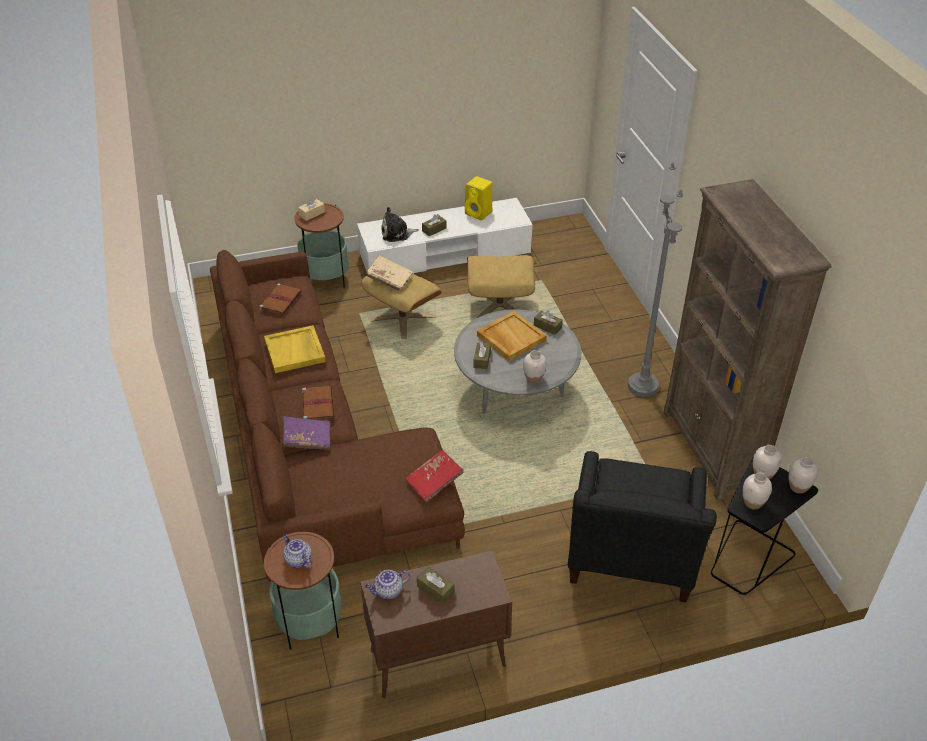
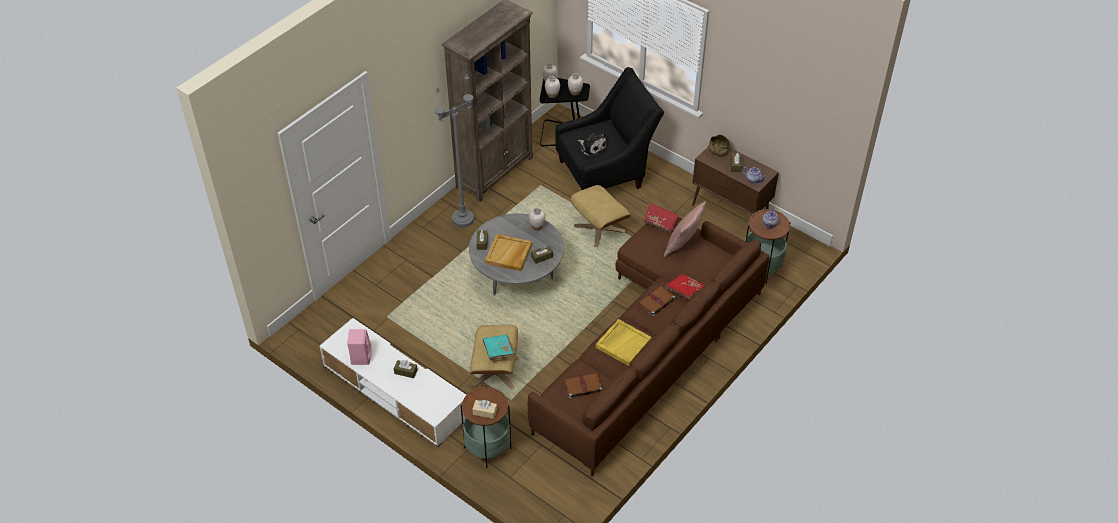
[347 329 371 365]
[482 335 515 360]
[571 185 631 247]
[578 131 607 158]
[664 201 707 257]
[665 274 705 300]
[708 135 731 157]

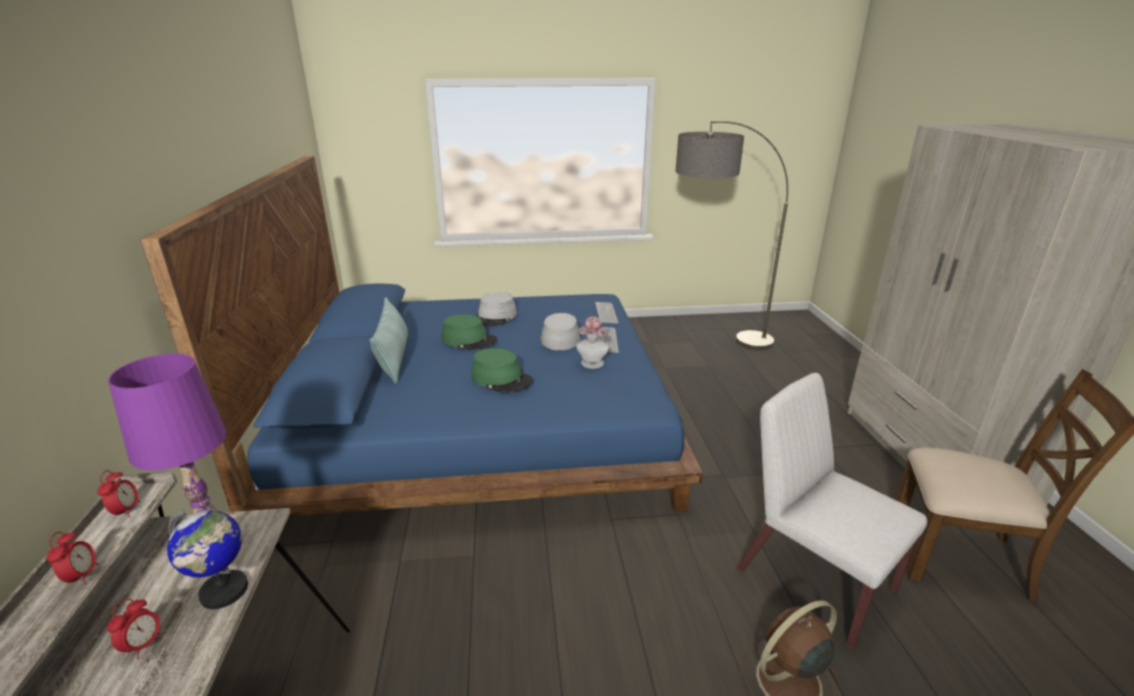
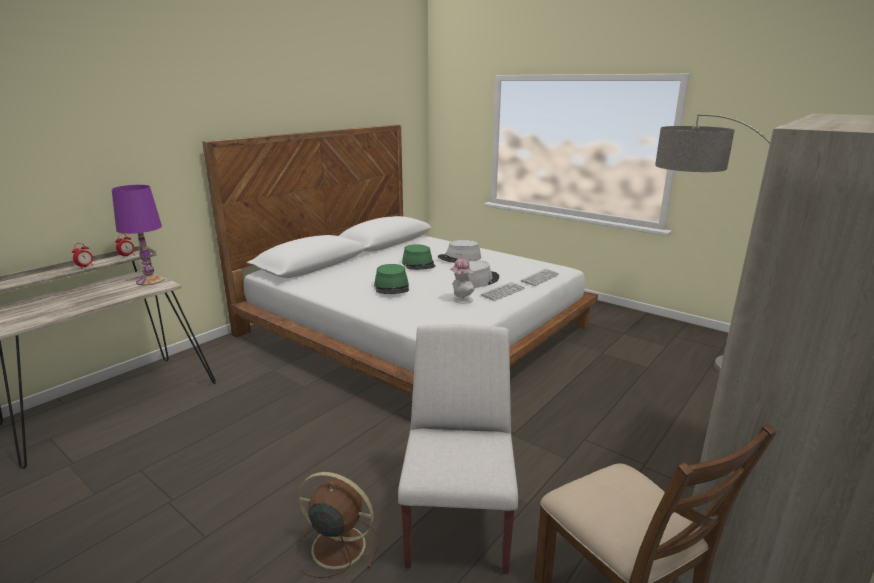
[202 125 598 396]
[107 599 163 659] (first image)
[167 509 248 609] (first image)
[370 297 408 384] (first image)

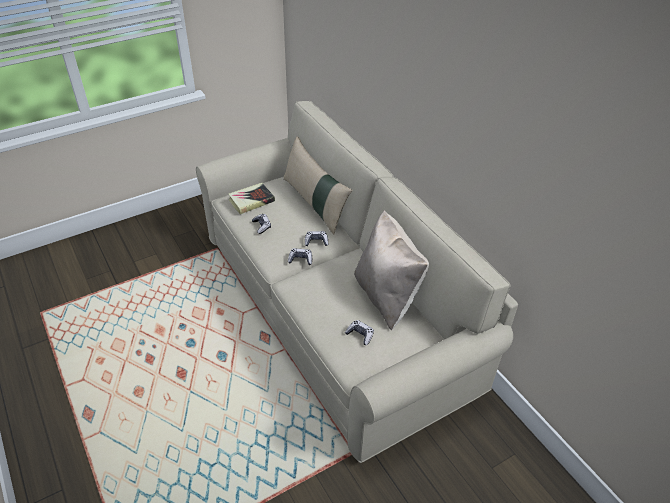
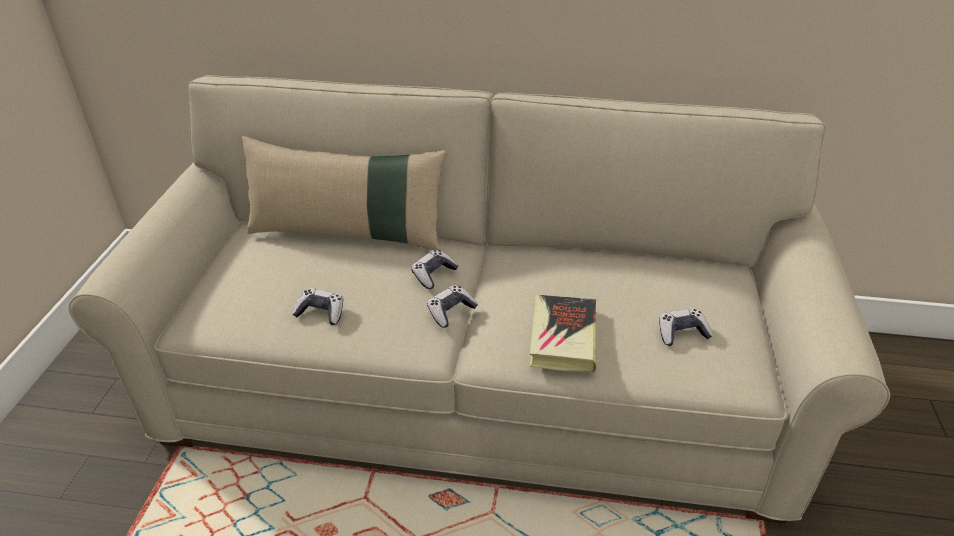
[530 295 596 373]
[354 210 429 330] (first image)

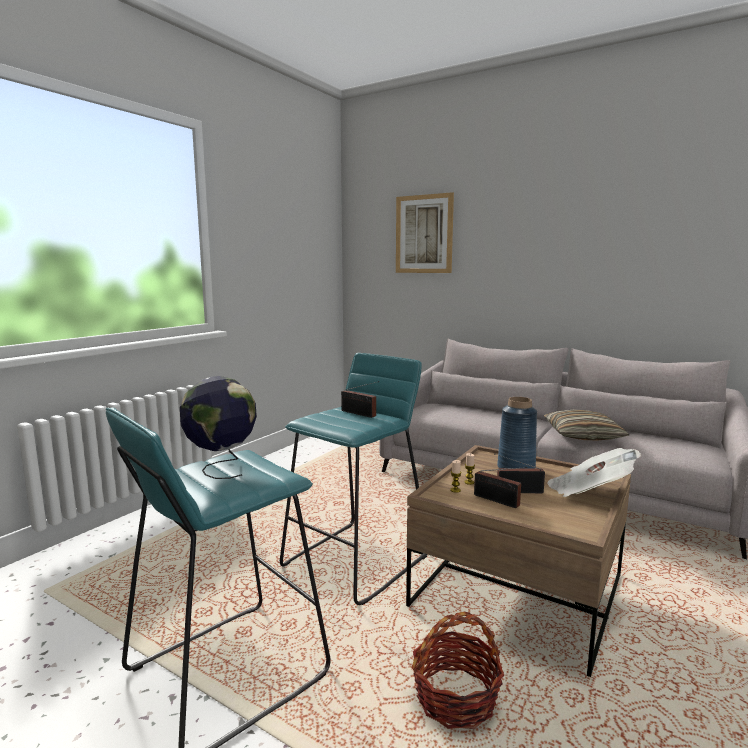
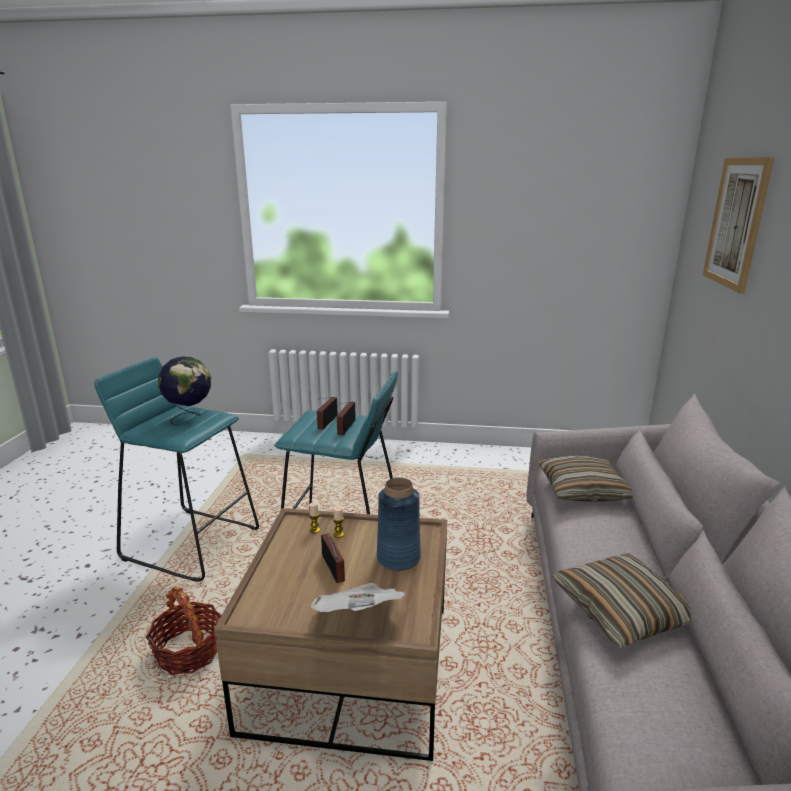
[317 397 338 430]
[537 456 633 502]

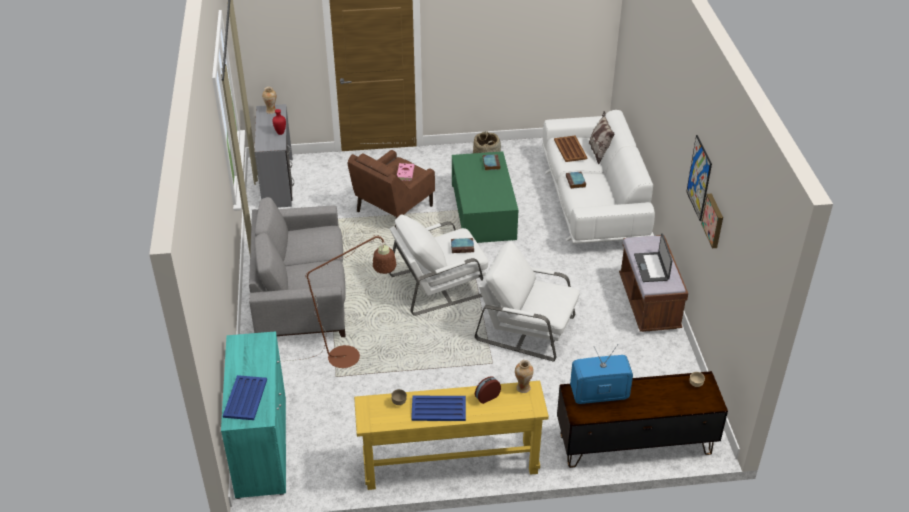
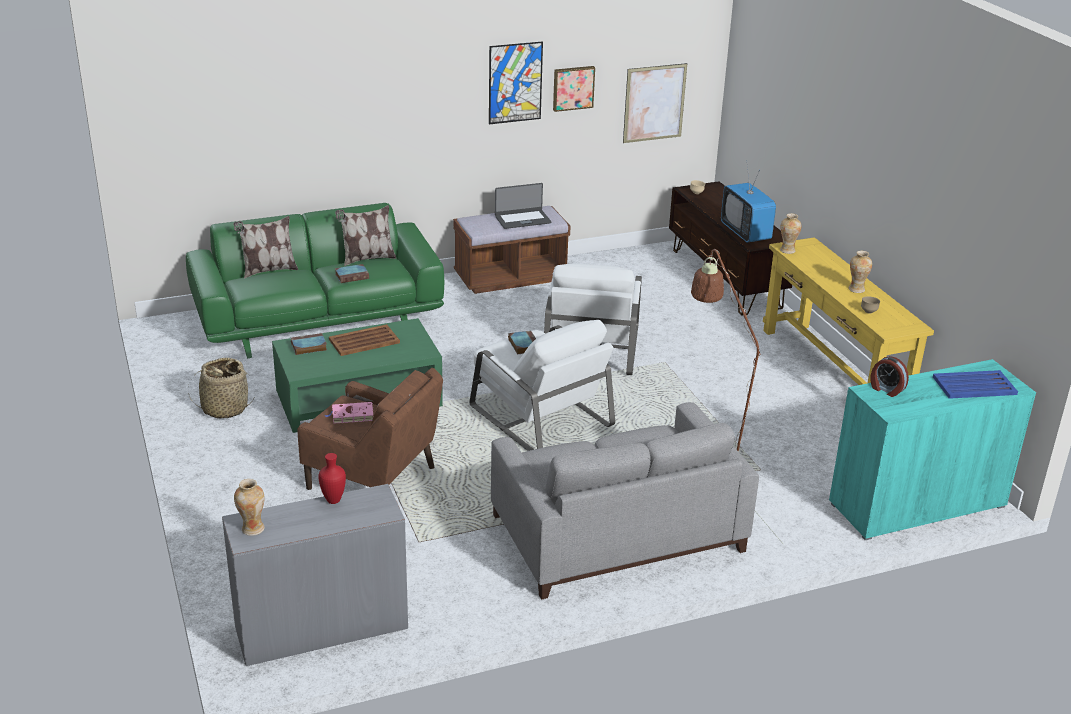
[186 203 444 358]
[329 324 400 356]
[335 205 396 266]
[623 63 687 143]
[849 251 872 293]
[871 356 909 397]

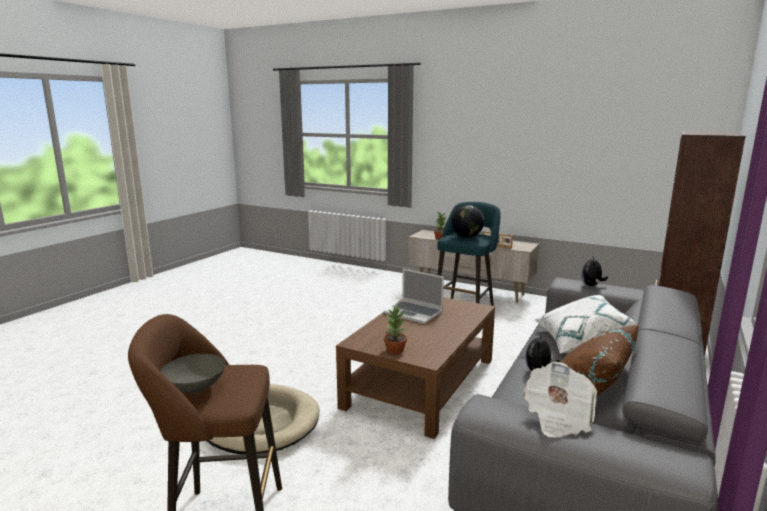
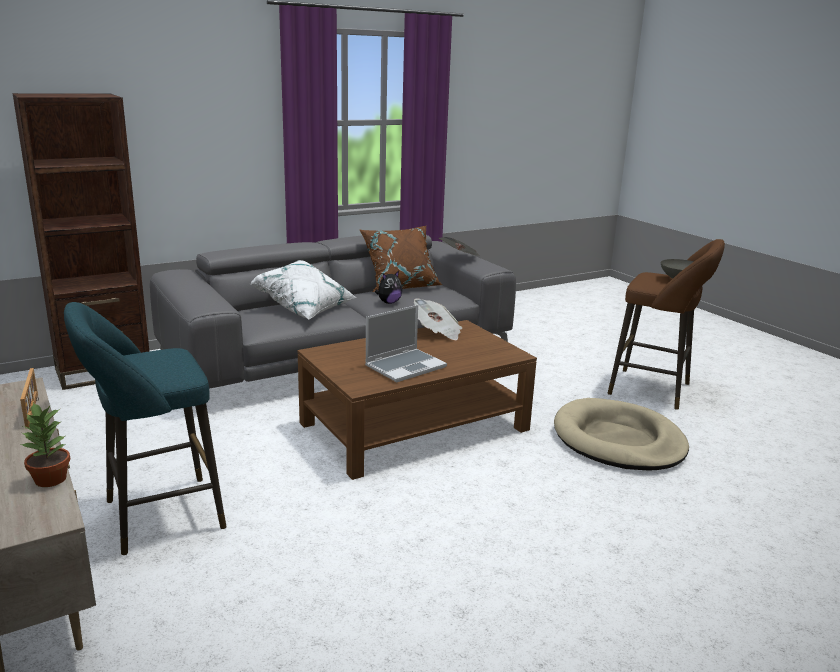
[365 305 447 382]
[414 298 462 340]
[384 306 407 354] (first image)
[451 205 484 238] (first image)
[582 257 608 286] (first image)

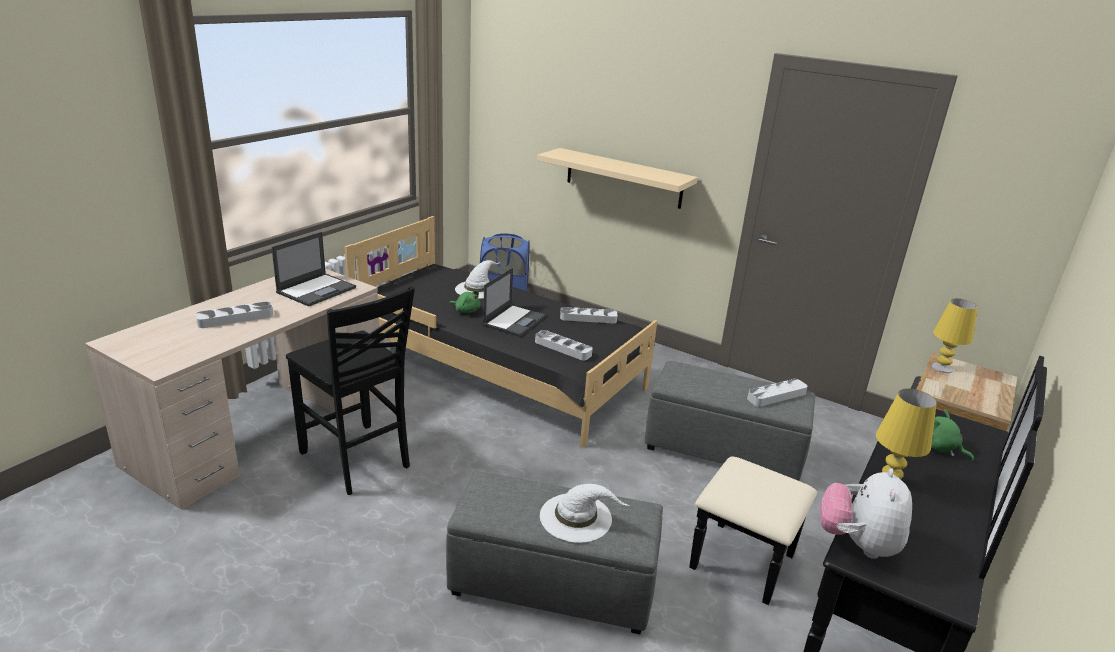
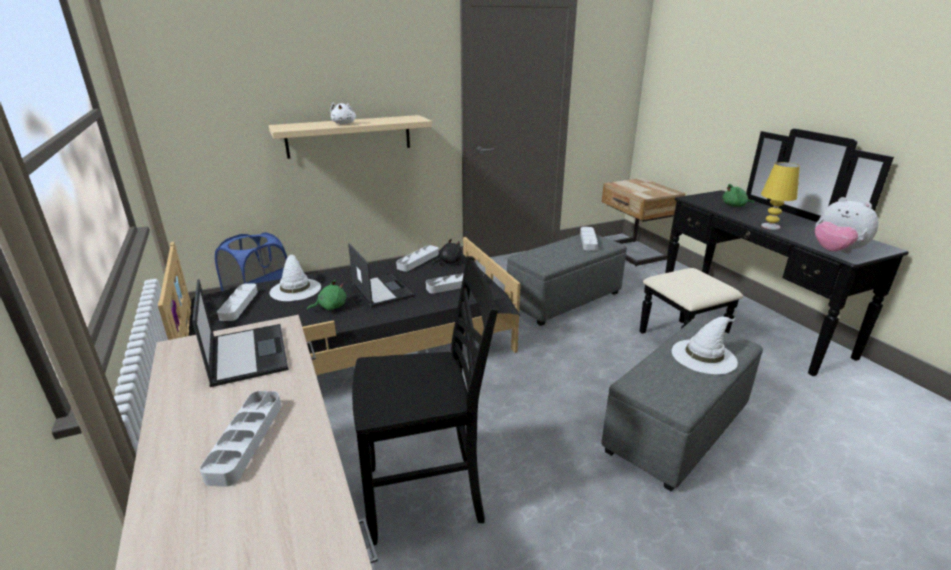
[217 284 258 321]
[330 103 356 124]
[432 239 462 265]
[931 299 978 373] (first image)

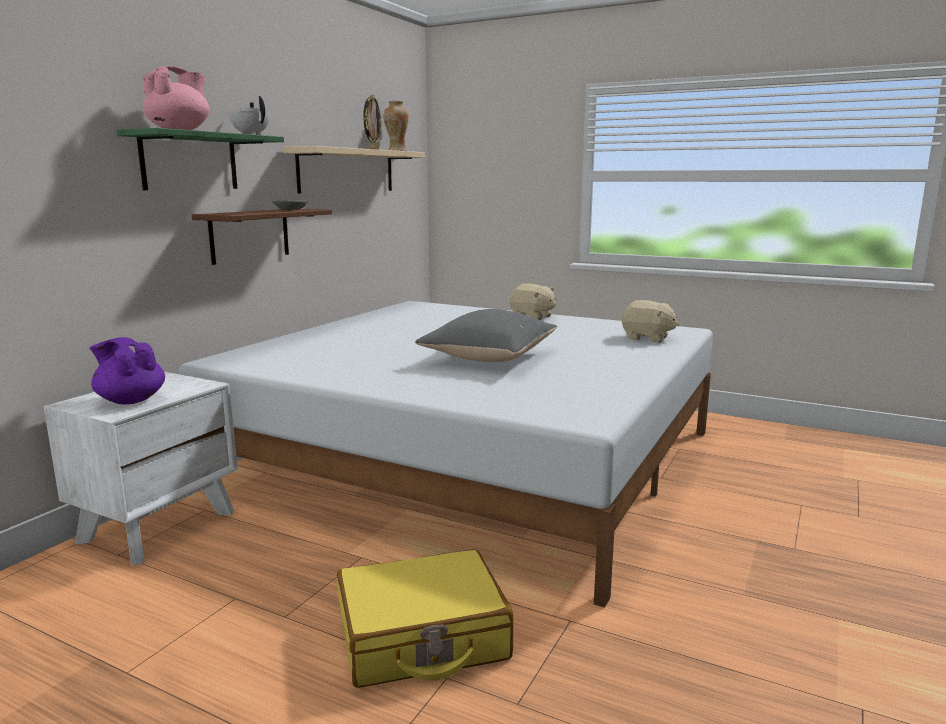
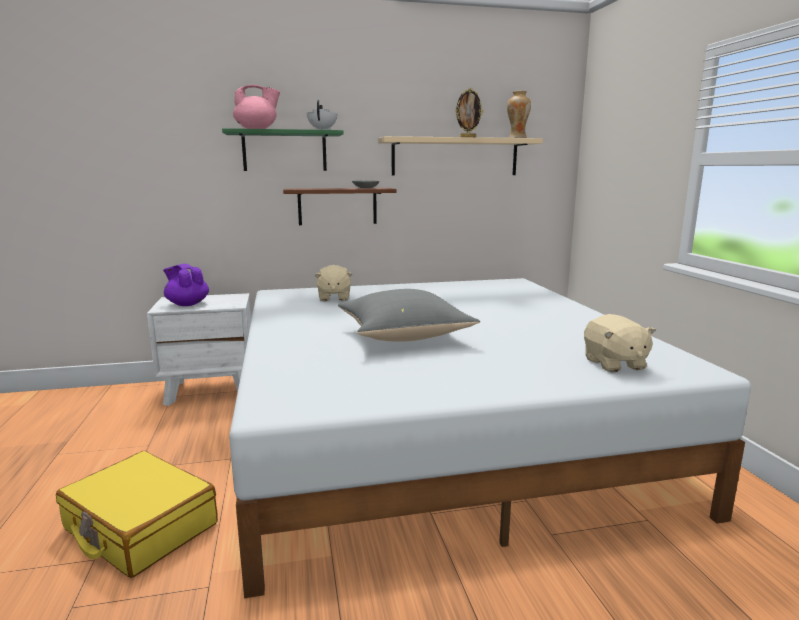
[163 264 209 306]
[314 265 352 301]

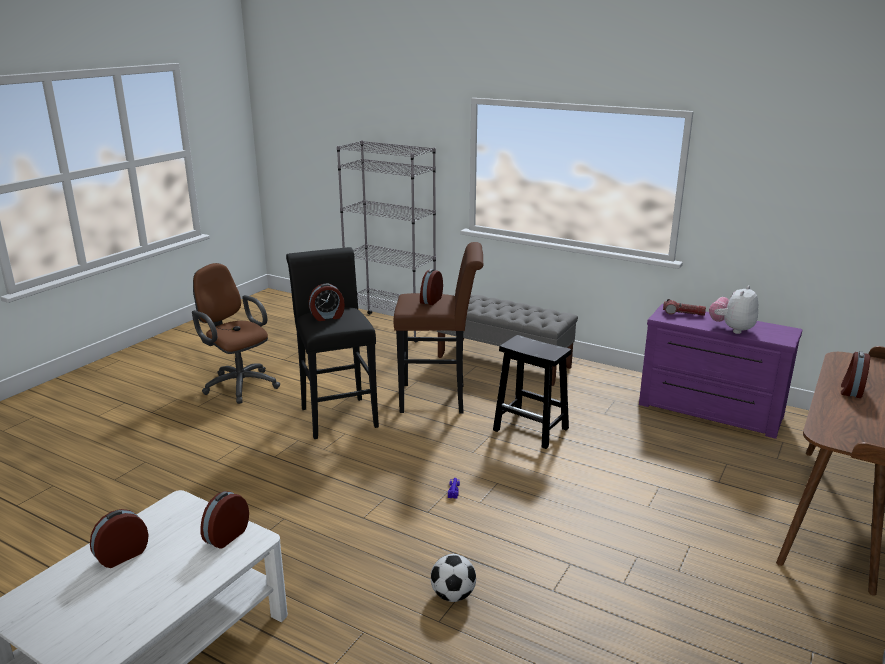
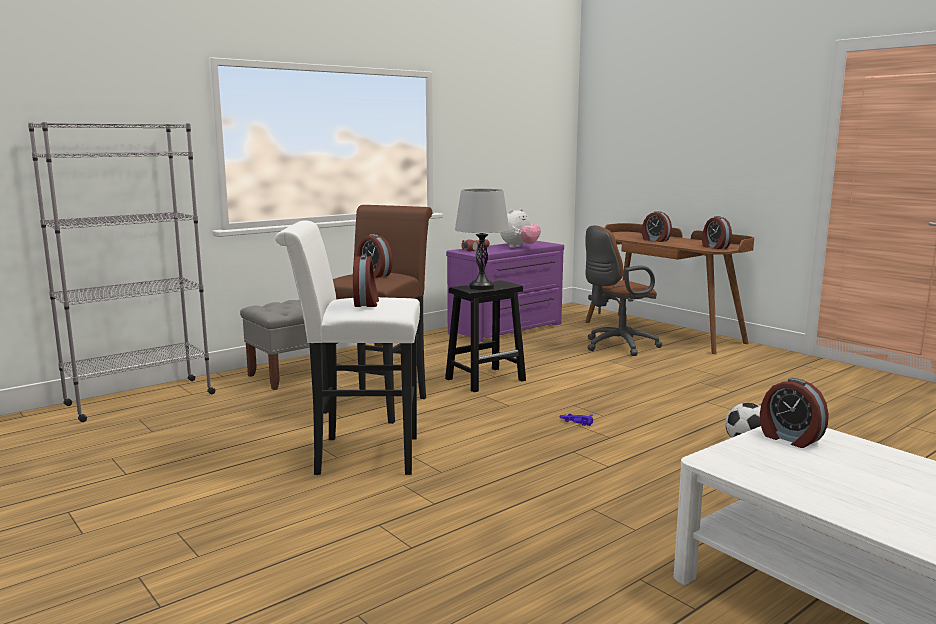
[275 220 420 475]
[455 189 509 290]
[500 208 541 248]
[585 225 662 356]
[702 216 732 249]

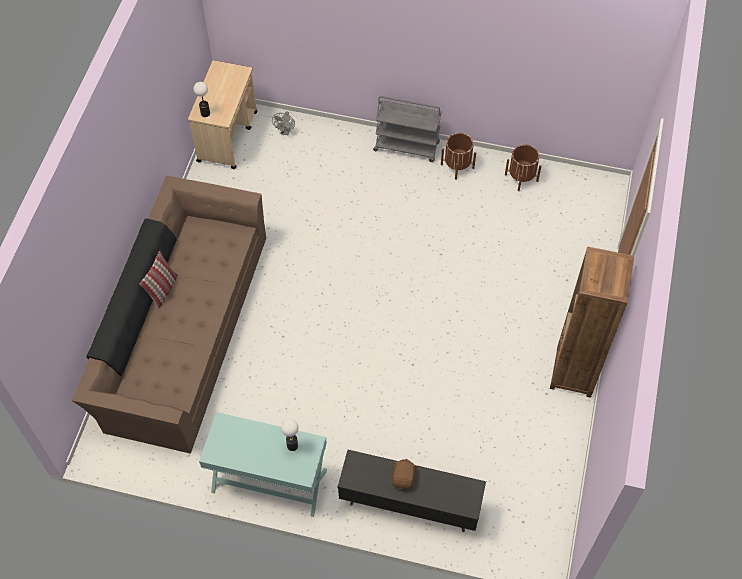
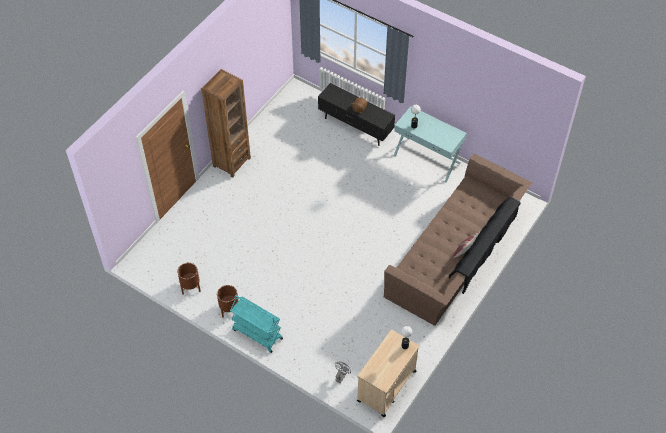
[230 295 283 353]

